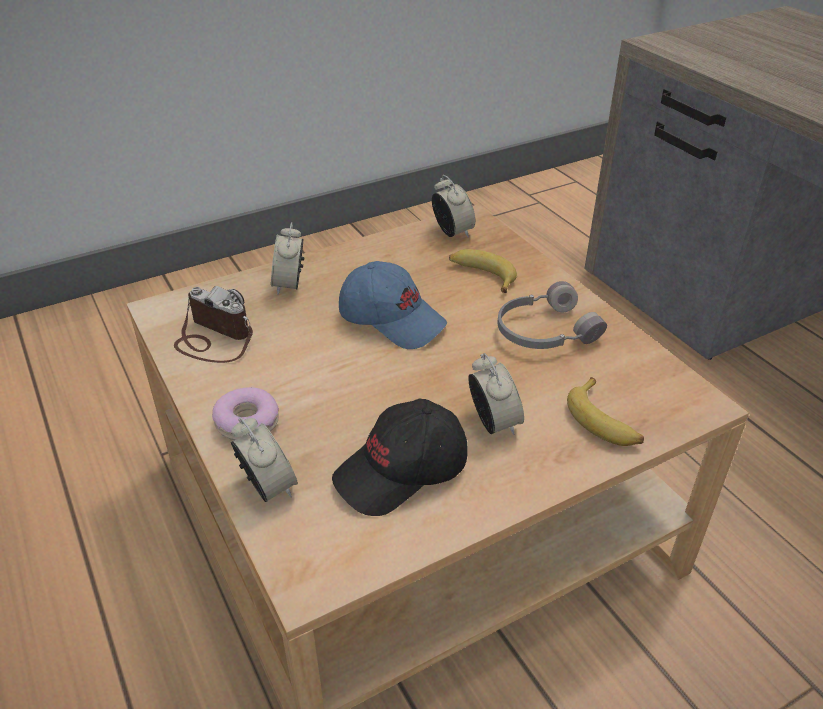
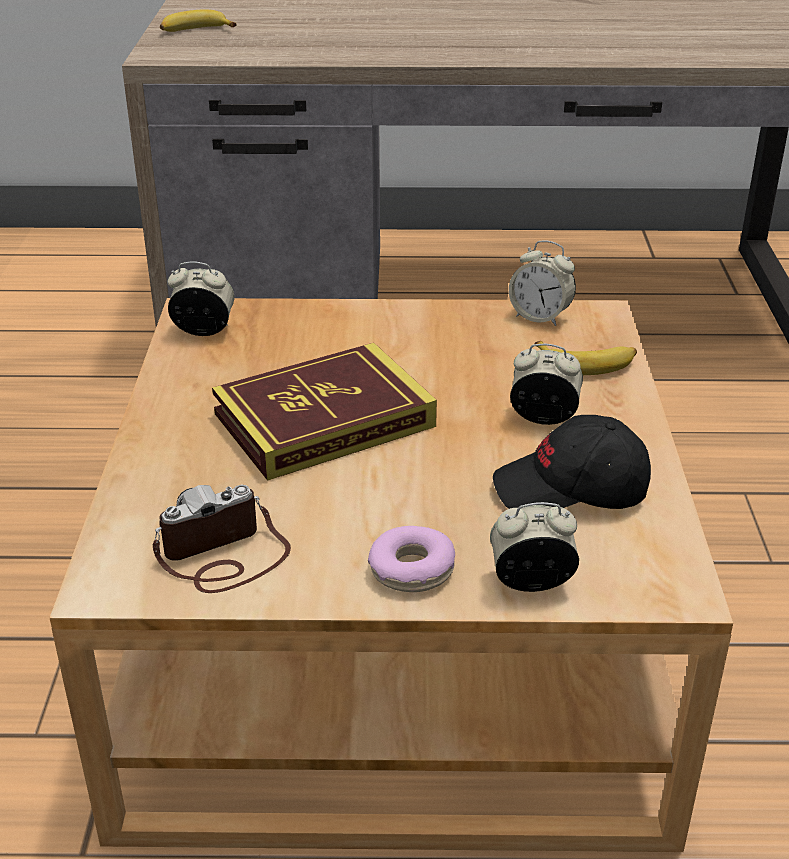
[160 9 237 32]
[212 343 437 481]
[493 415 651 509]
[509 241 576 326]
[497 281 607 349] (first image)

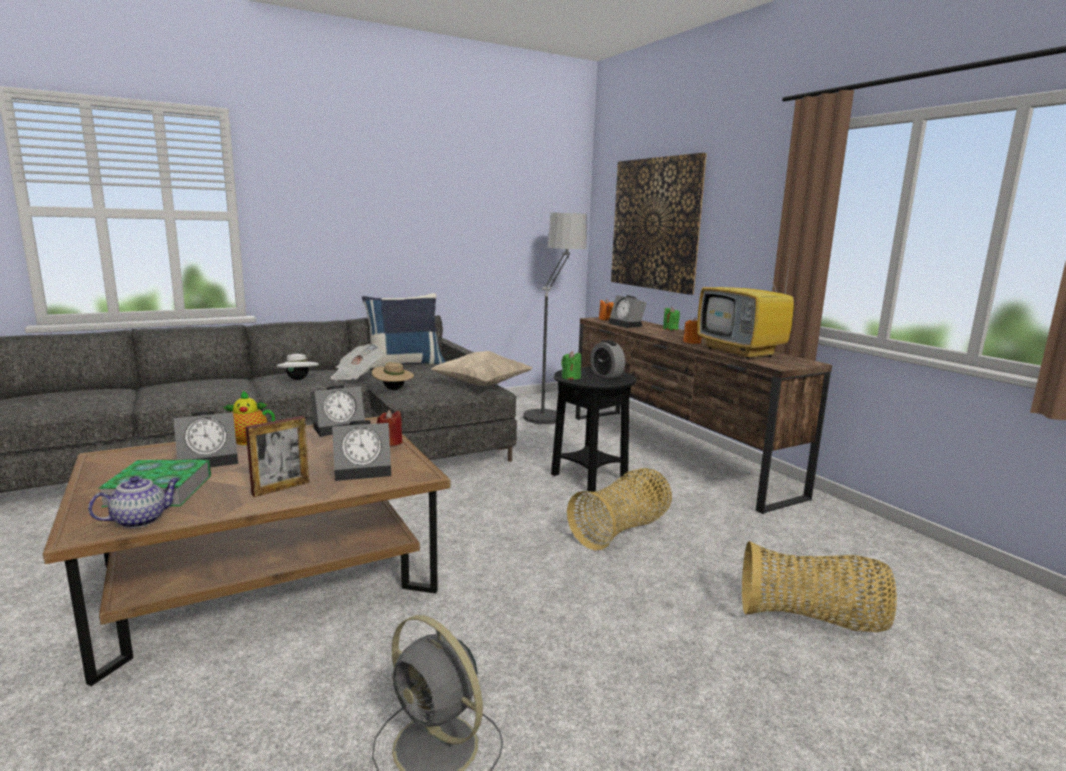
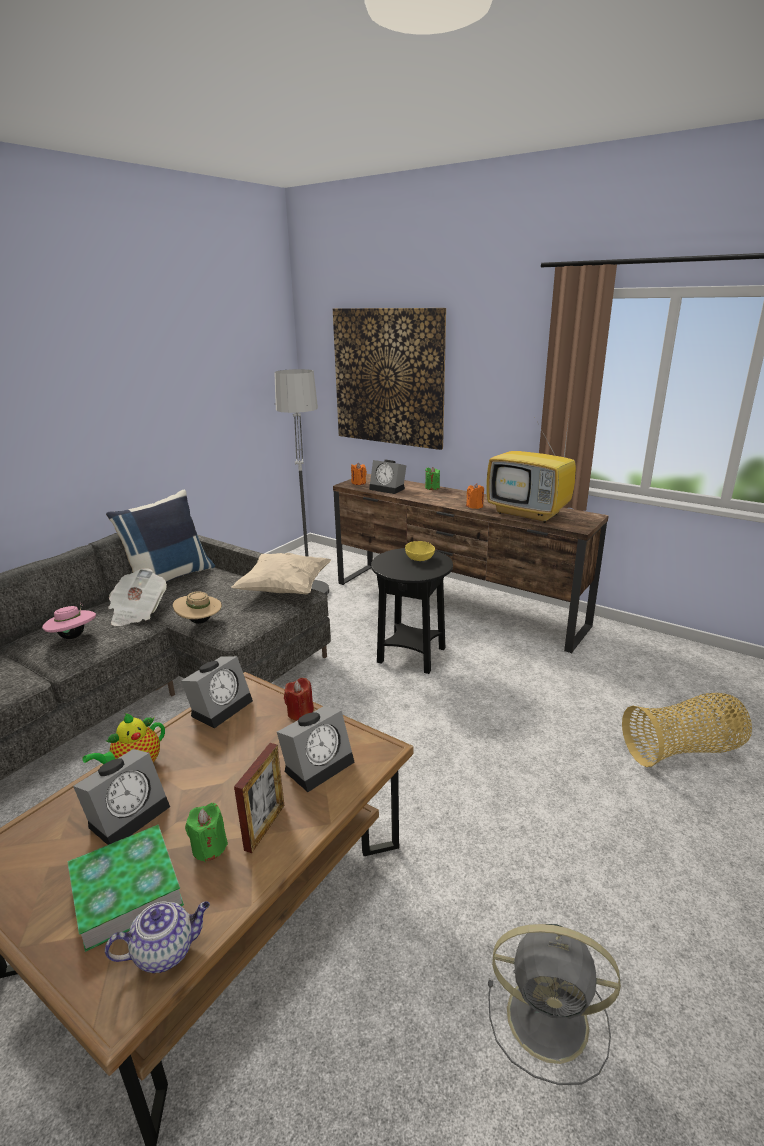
[42 603 96 639]
[105 901 210 973]
[185 803 228 862]
[405 541 435 561]
[567 468 672 550] (first image)

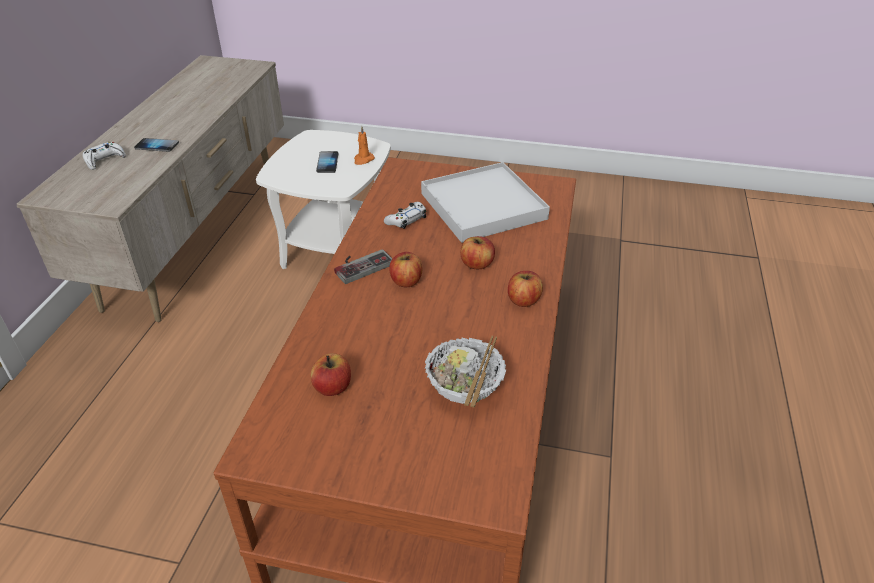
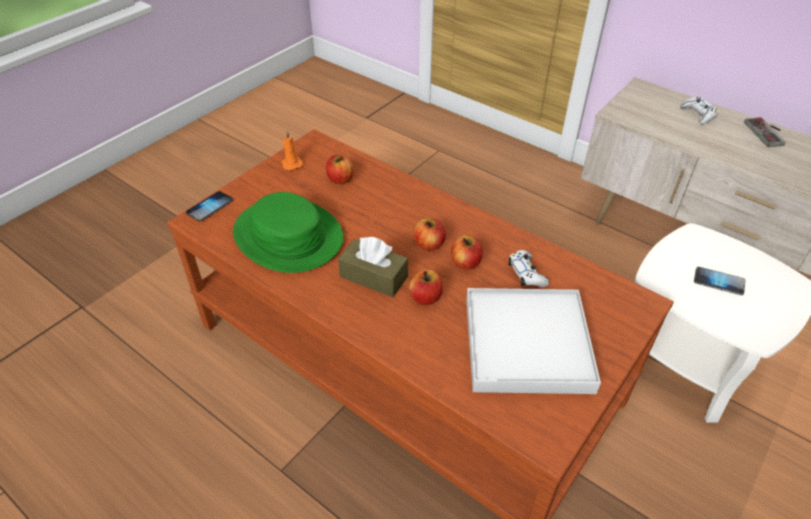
[186 191 233 221]
[233 192 343 273]
[281 130 303 170]
[338 237 408 297]
[451 235 483 270]
[744 117 786 147]

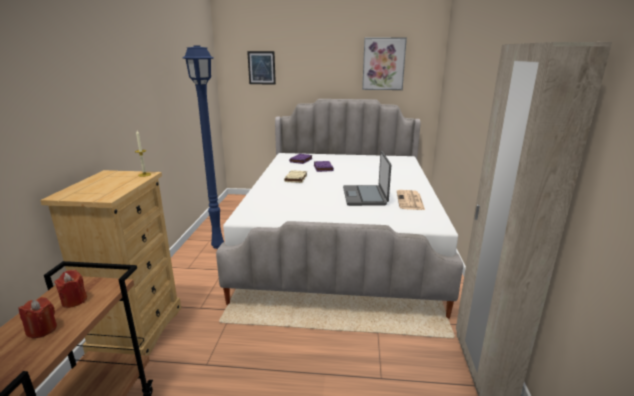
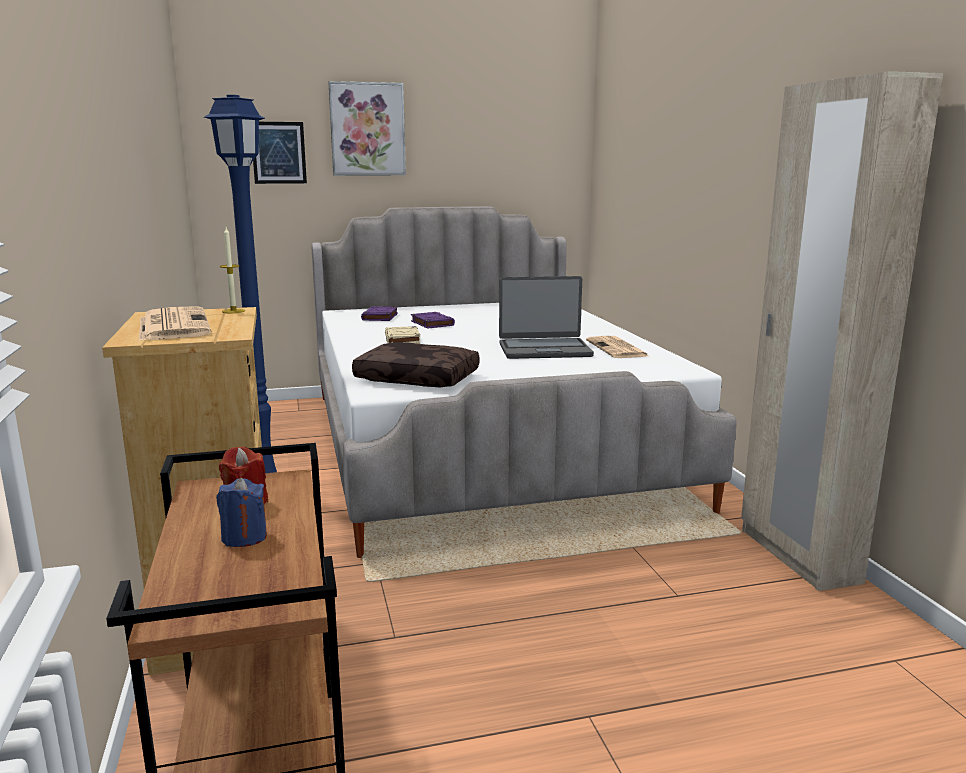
[139 306 211 341]
[216 478 267 547]
[328 81 406 176]
[352 342 479 387]
[499 276 594 359]

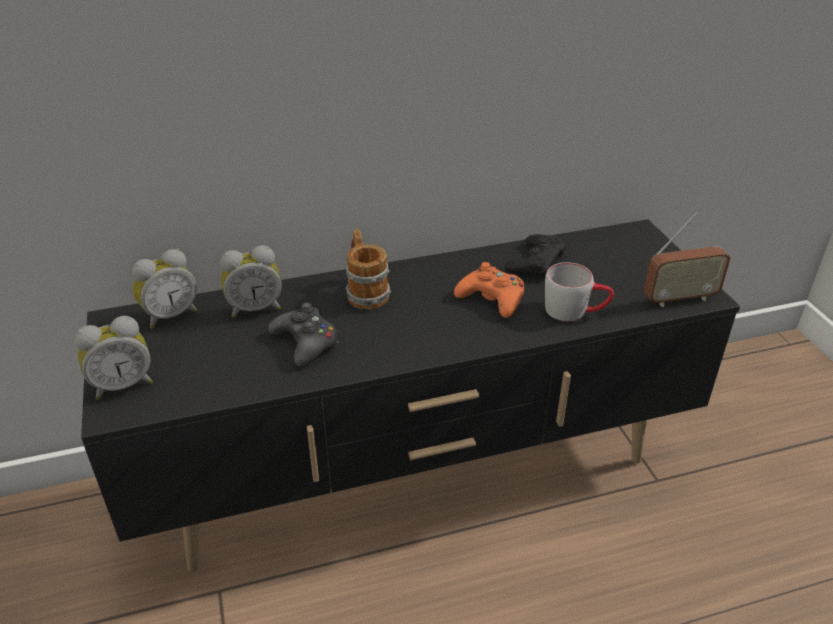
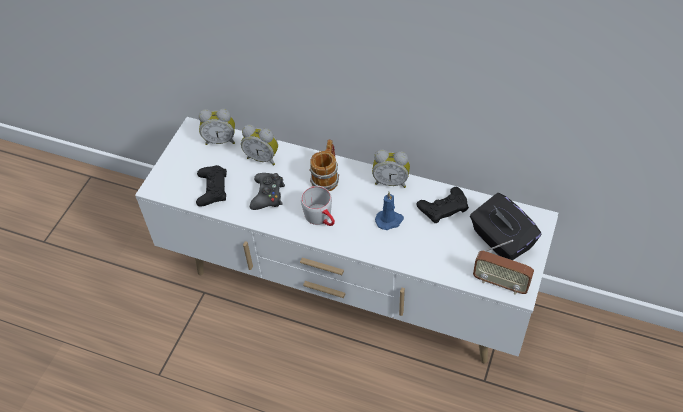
[135 117 558 364]
[196 165 227 207]
[301 186 335 226]
[372 149 410 188]
[375 191 404 230]
[470 193 541 260]

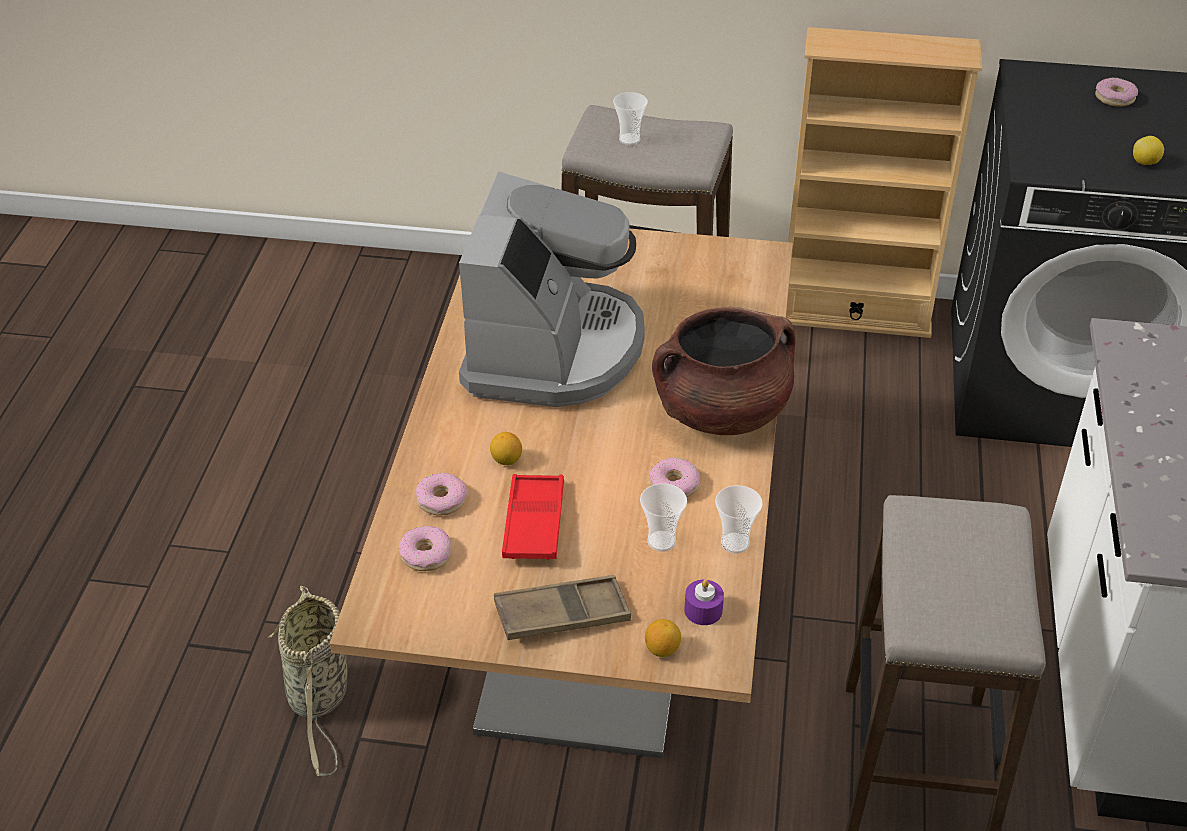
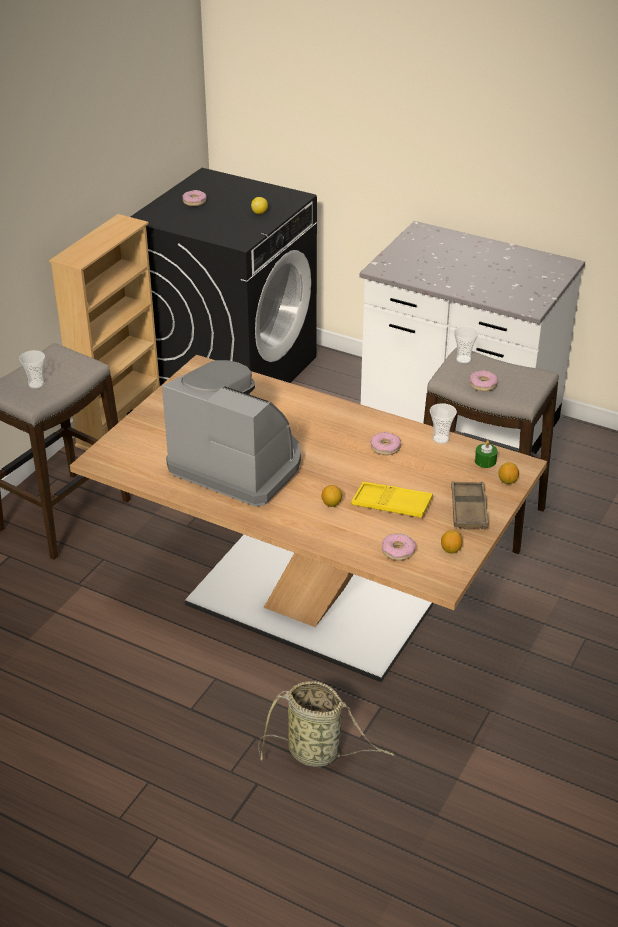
[351 482 433 517]
[441 530 462 554]
[454 326 479 363]
[469 370 498 391]
[475 440 498 468]
[652 307 796 435] (first image)

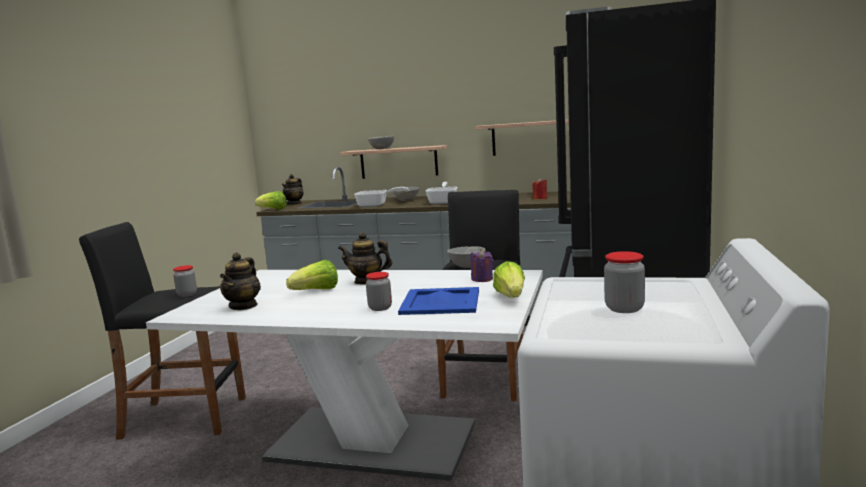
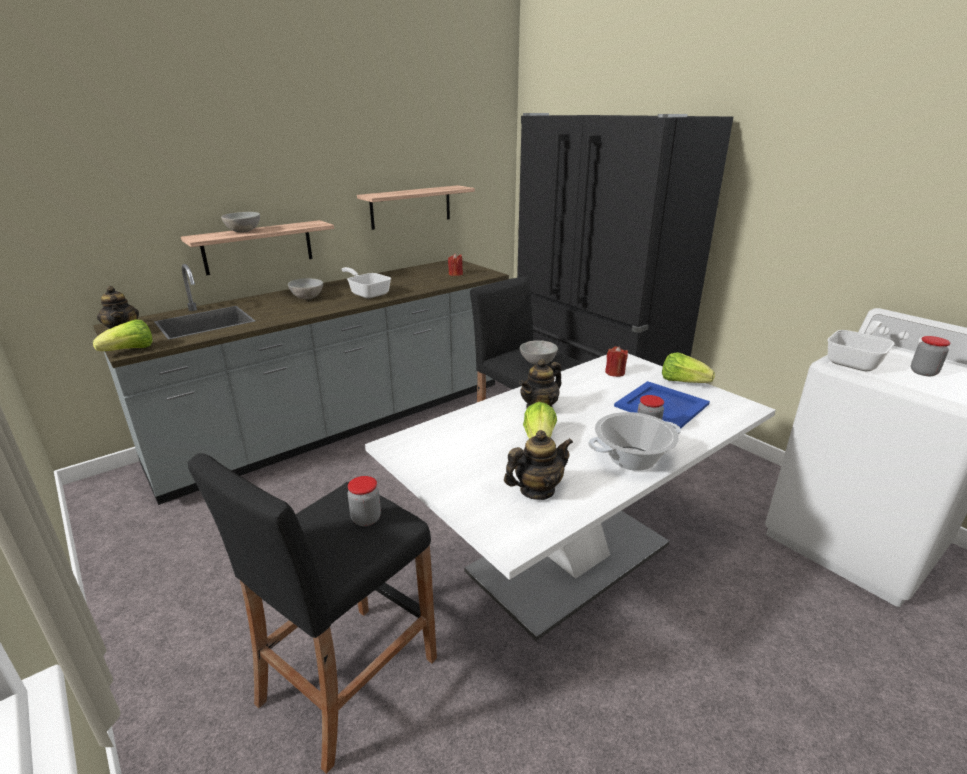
[504 430 573 500]
[588 412 681 471]
[605 346 628 377]
[827 321 895 372]

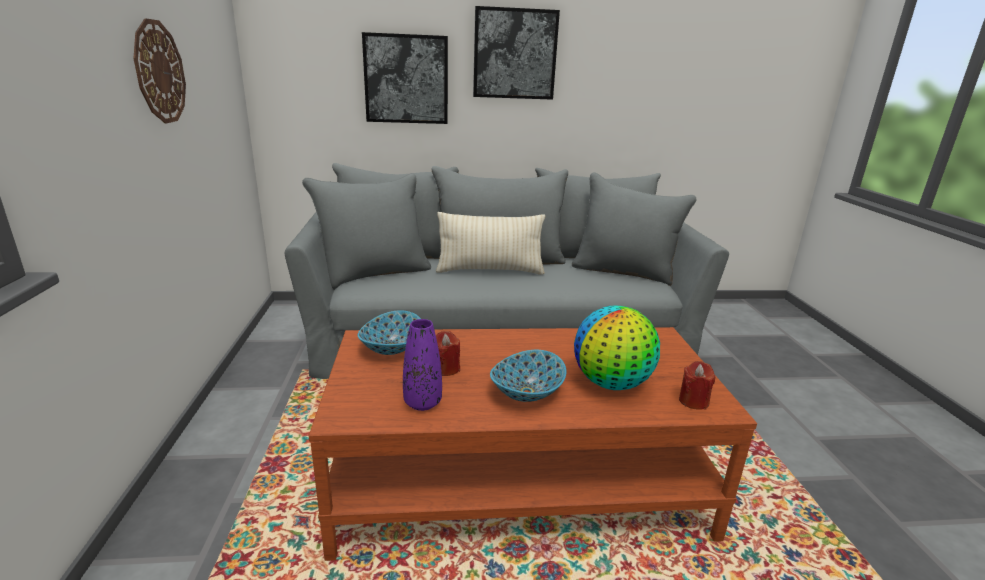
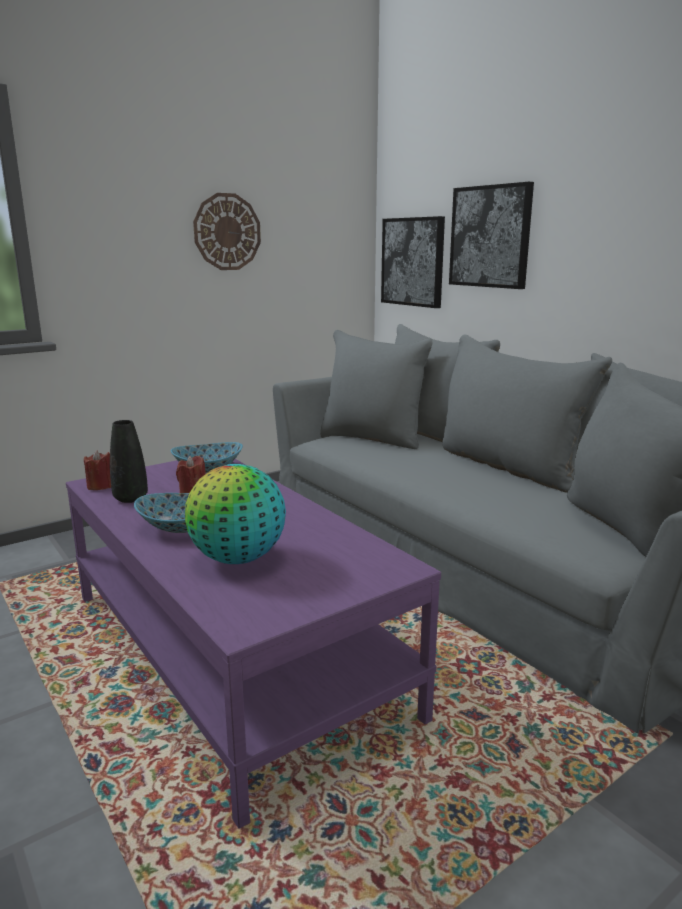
[66 459 441 828]
[84 450 111 490]
[110 420 148 503]
[381 216 445 308]
[436 212 545 275] (first image)

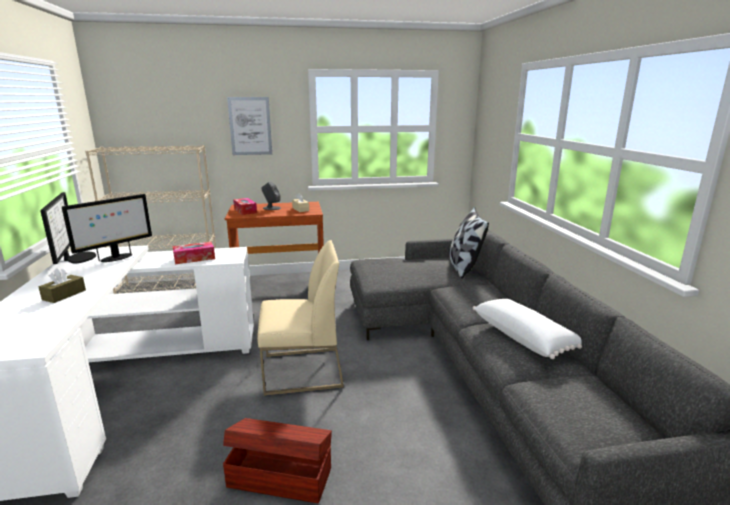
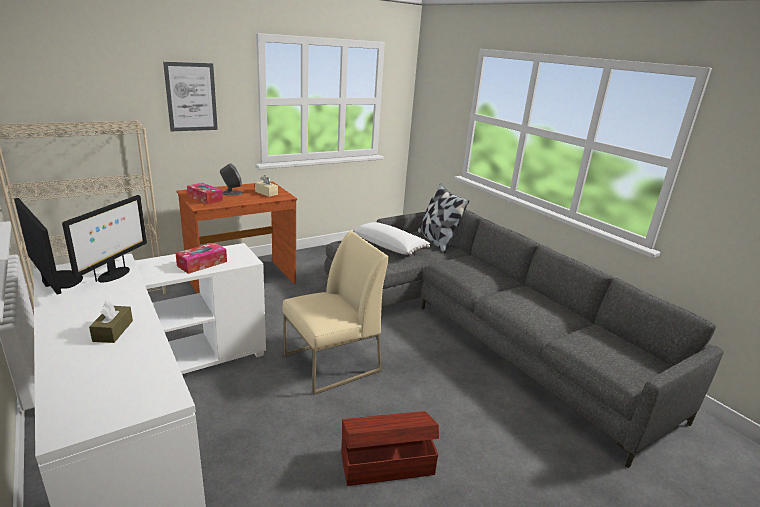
[353 222 430 255]

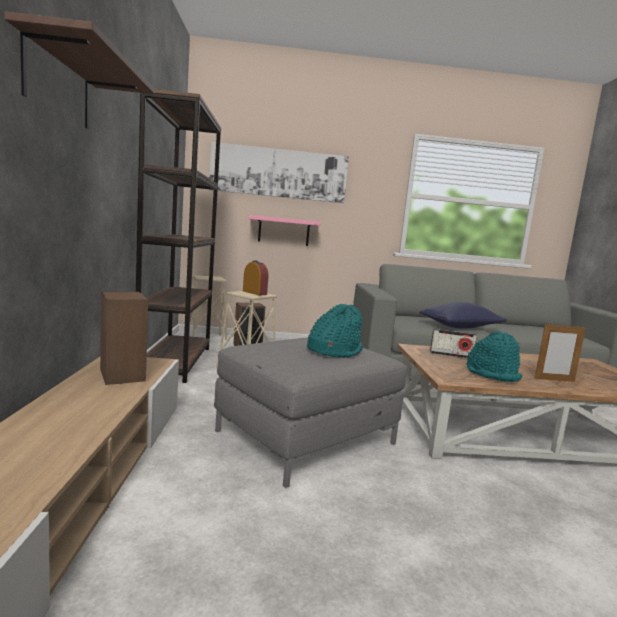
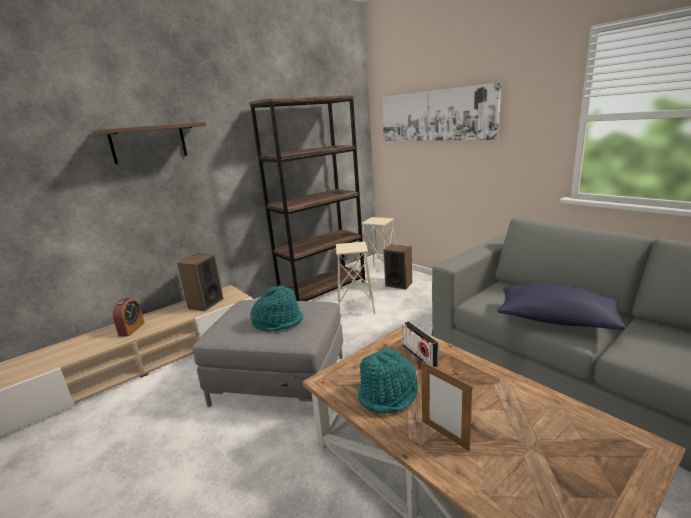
[113 298 145 337]
[248 215 321 246] (first image)

